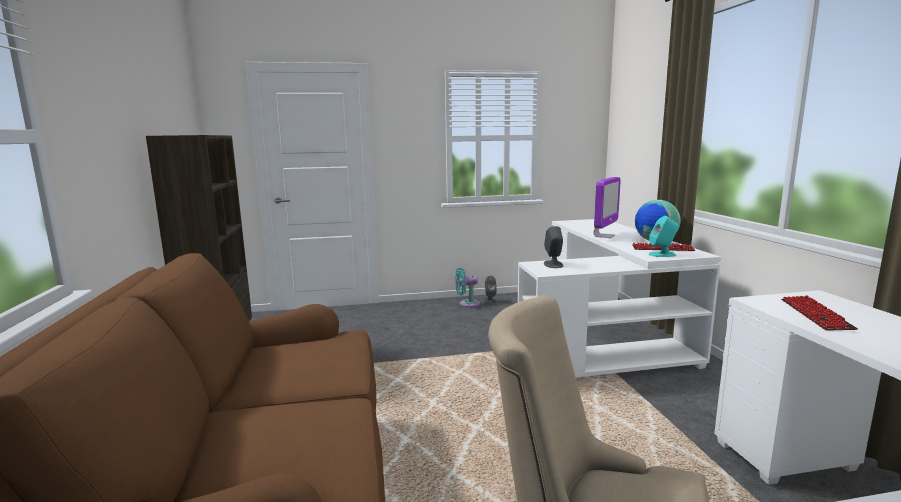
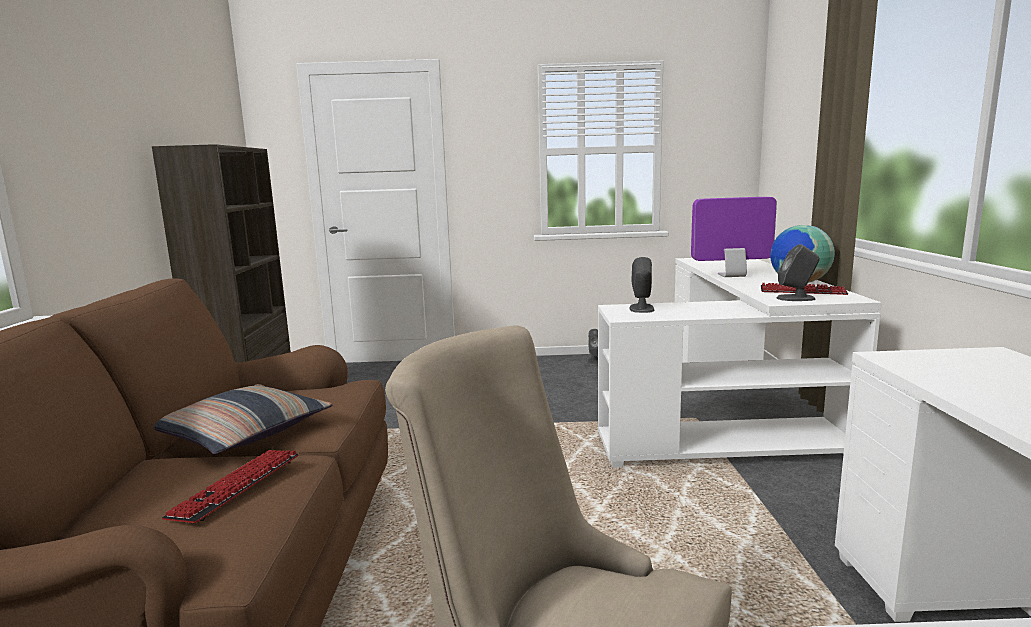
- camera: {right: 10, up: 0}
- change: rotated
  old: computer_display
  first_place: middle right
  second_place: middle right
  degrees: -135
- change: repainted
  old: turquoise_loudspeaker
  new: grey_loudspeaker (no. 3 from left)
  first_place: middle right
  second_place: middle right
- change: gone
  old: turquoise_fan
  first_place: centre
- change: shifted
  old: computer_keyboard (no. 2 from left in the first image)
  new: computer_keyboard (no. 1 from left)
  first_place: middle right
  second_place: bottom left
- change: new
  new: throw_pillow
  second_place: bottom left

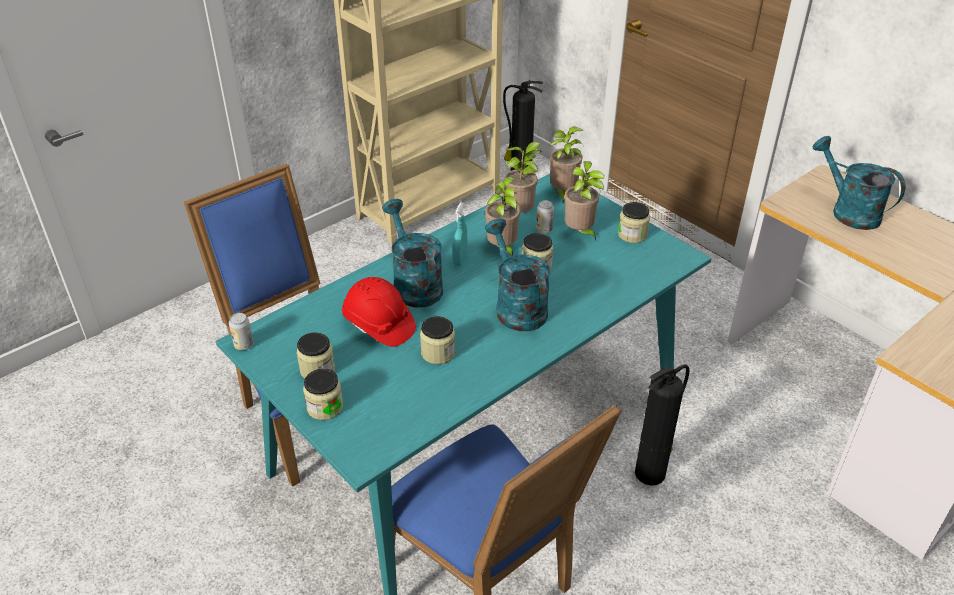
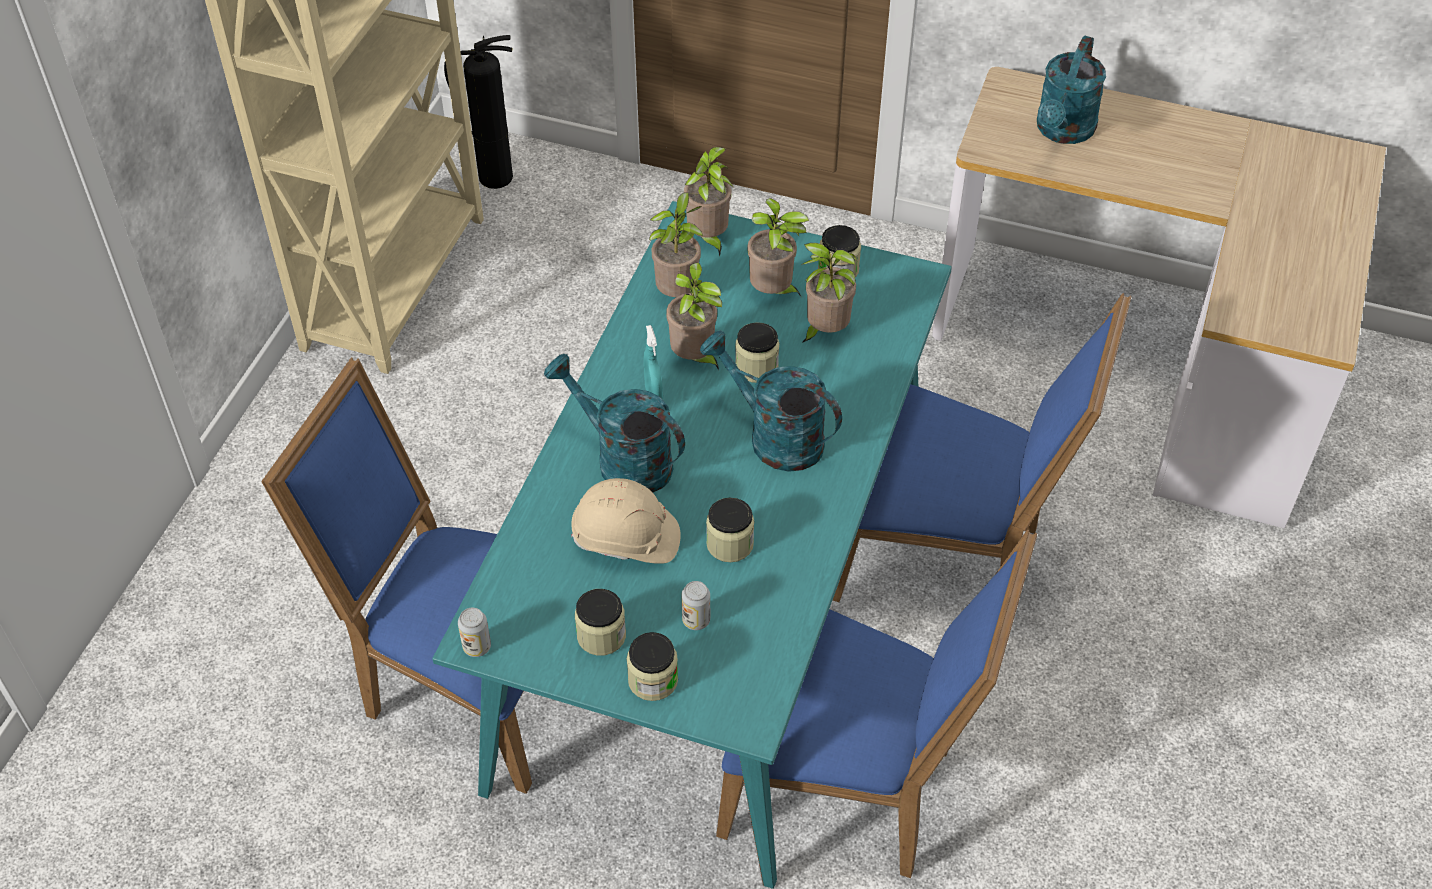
- camera: {right: -30, up: 10}
- change: rotated
  old: turquoise_sprinkling_can (no. 3 from left)
  first_place: top right
  second_place: top right
  degrees: -90
- change: shifted
  old: metal_can (no. 2 from left)
  first_place: centre
  second_place: bottom centre
- change: repainted
  old: red-coloured_work_helmet
  new: beige_work_helmet
  first_place: centre
  second_place: centre
- change: swapped
  old: fire_extinguisher (no. 2 from left)
  new: blue_plain_chair (no. 3 from left)
  first_place: bottom right
  second_place: middle right
- change: new
  new: plant_in_a_pot (no. 5 from left)
  second_place: top centre

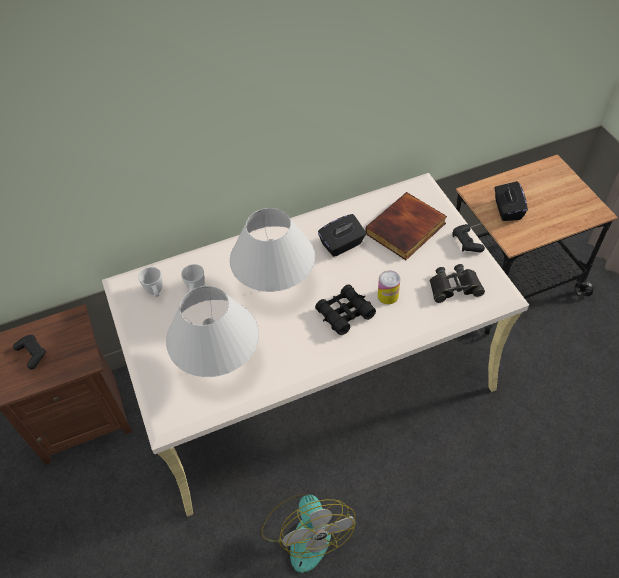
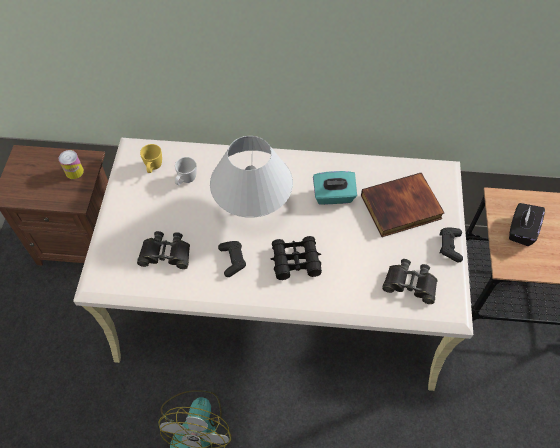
- camera: {right: 25, up: 5}
- change: repainted
  old: blackish_tissue_holder (no. 1 from left)
  new: turquoise_tissue_holder
  first_place: centre
  second_place: centre
- change: repainted
  old: white_tea_mug (no. 1 from left)
  new: yellowish_tea_mug
  first_place: middle left
  second_place: middle left
- change: shifted
  old: metal_can
  first_place: centre
  second_place: middle left
- change: swapped
  old: white_lamp_for_a_table (no. 1 from left)
  new: blackish_pair_of_binoculars (no. 1 from left)
  first_place: centre
  second_place: middle left
- change: shifted
  old: blackish_joypad (no. 1 from left)
  first_place: middle left
  second_place: centre

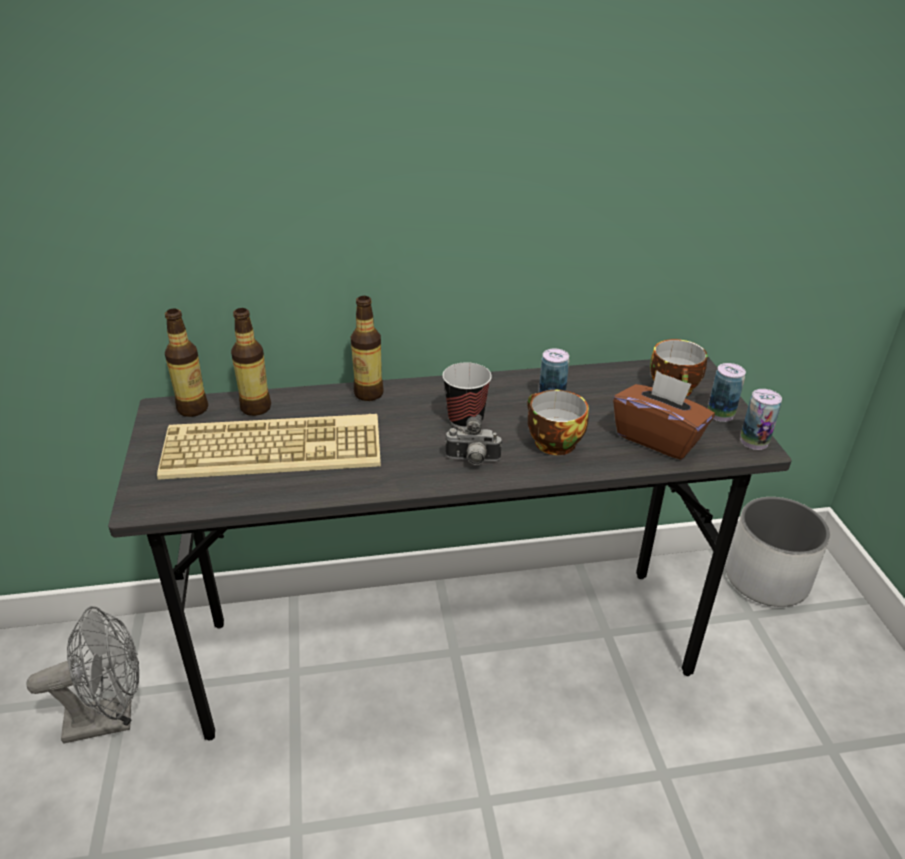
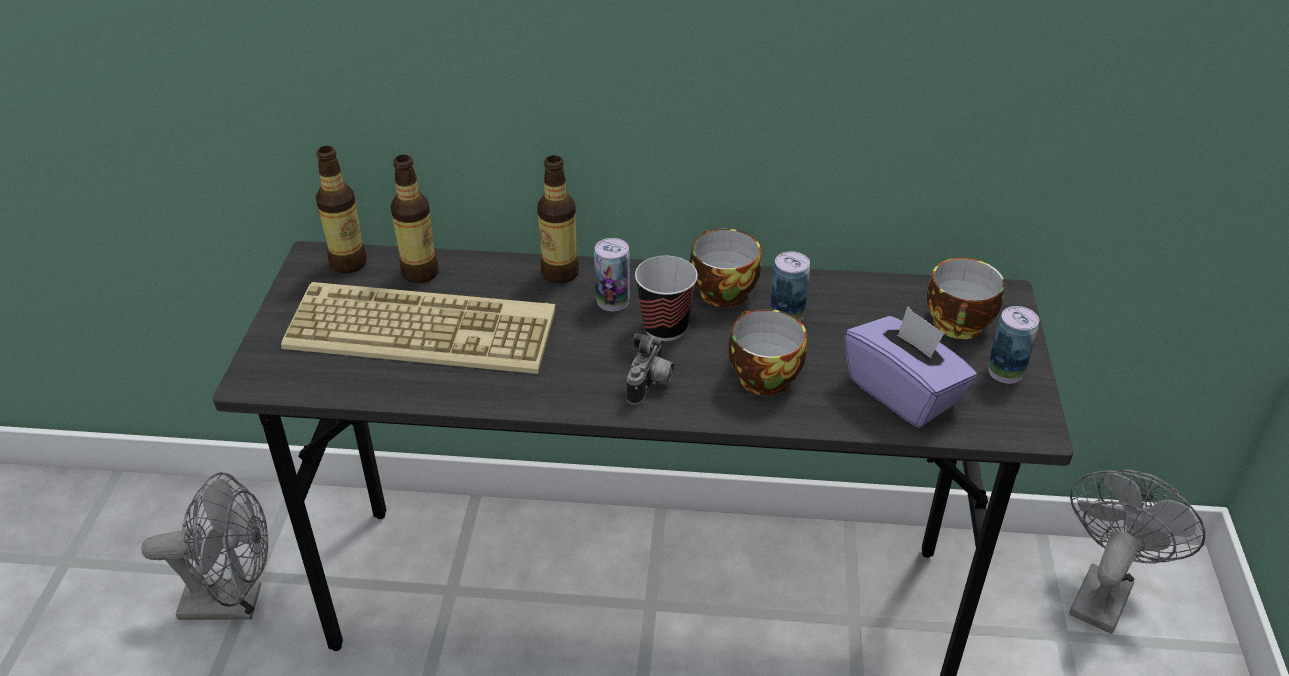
- camera: {right: 15, up: 5}
- change: repainted
  old: brownish_tissue_holder
  new: purple-coloured_tissue_holder
  first_place: middle right
  second_place: middle right
- change: shifted
  old: metal_can (no. 3 from left in the first image)
  new: metal_can (no. 1 from left)
  first_place: middle right
  second_place: centre
- change: rotated
  old: photo_camera
  first_place: centre
  second_place: centre
  degrees: -90
- change: swapped
  old: white_flower_pot
  new: grey_fan (no. 2 from left)
  first_place: middle right
  second_place: bottom right
- change: new
  new: drinking_cup (no. 2 from left)
  second_place: centre

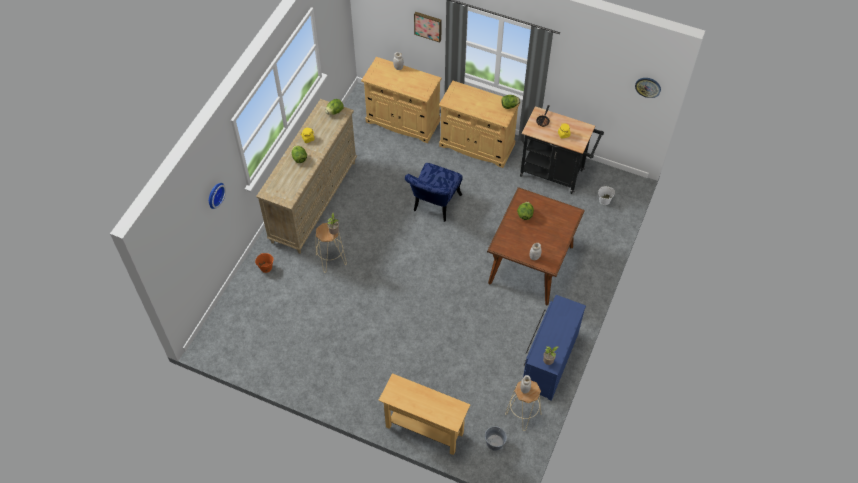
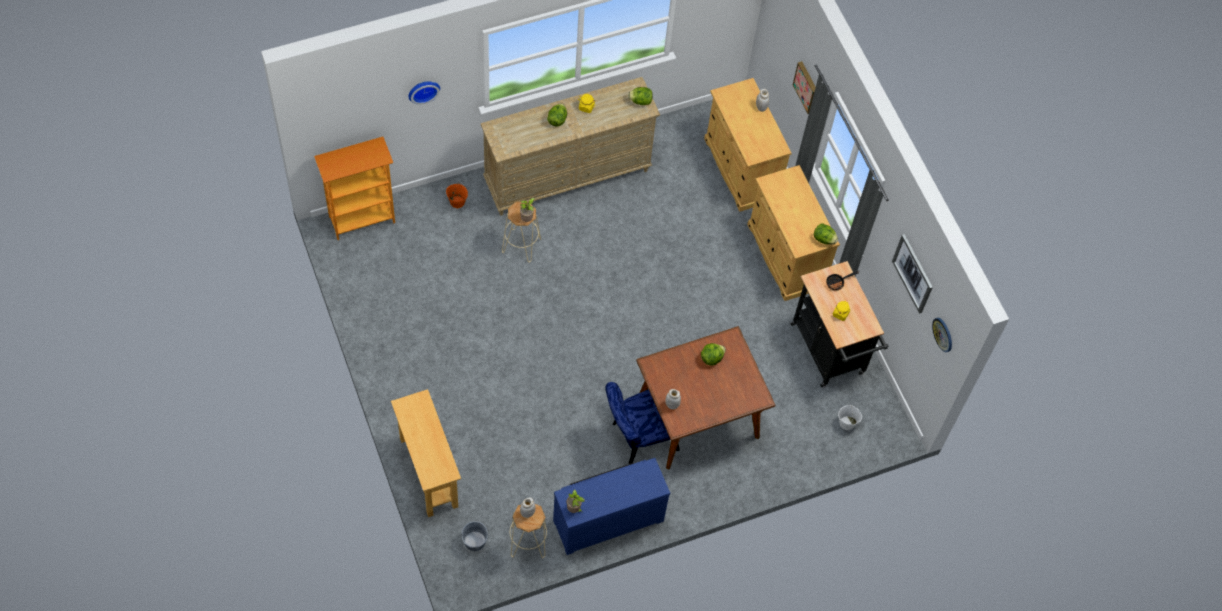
- camera: {right: 40, up: 5}
- change: shifted
  old: blue_plain_chair
  first_place: centre
  second_place: bottom centre
- change: new
  new: shelving_unit
  second_place: top left
- change: new
  new: wall_art (no. 2 from left)
  second_place: middle right

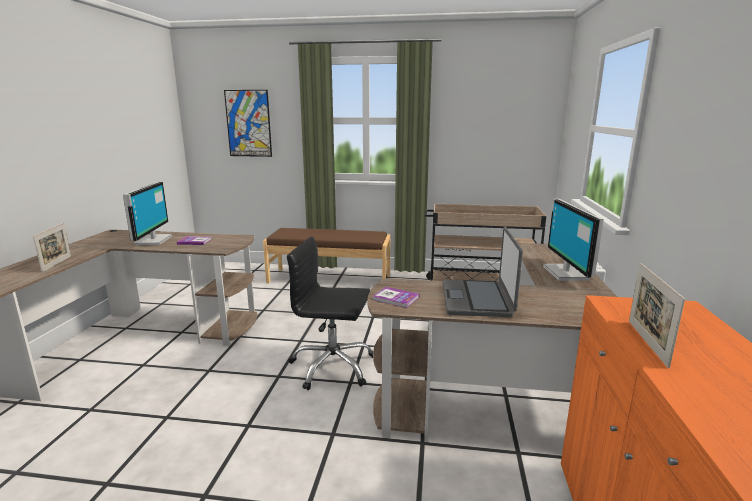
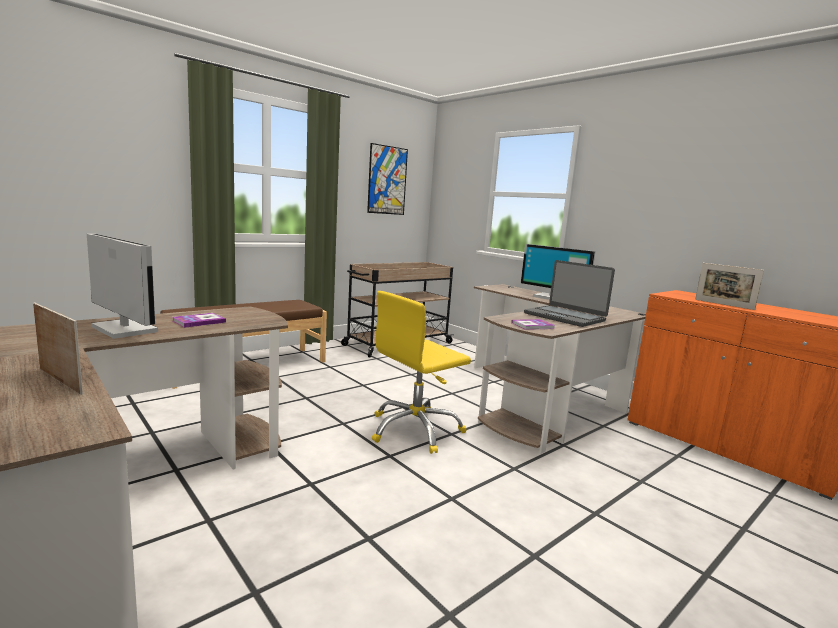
- camera: {right: -50, up: -5}
- change: shifted
  old: wall_art
  first_place: top left
  second_place: top centre
- change: repainted
  old: blackish_desk_chair
  new: yellowish_desk_chair
  first_place: centre
  second_place: centre

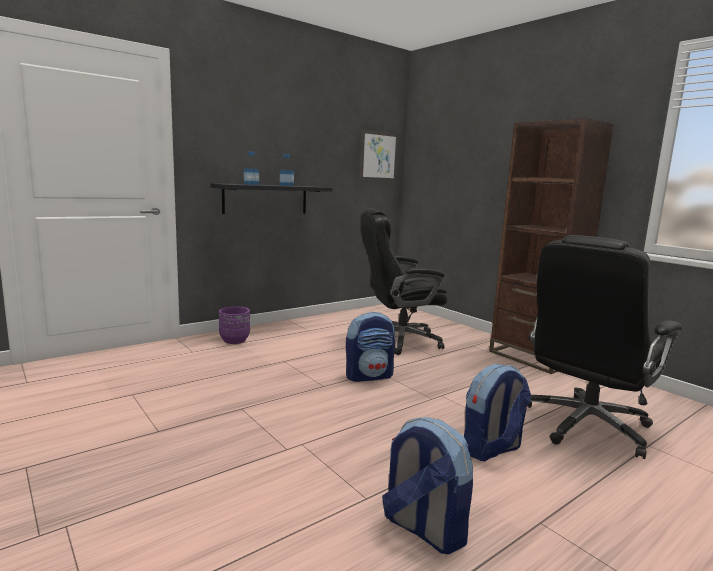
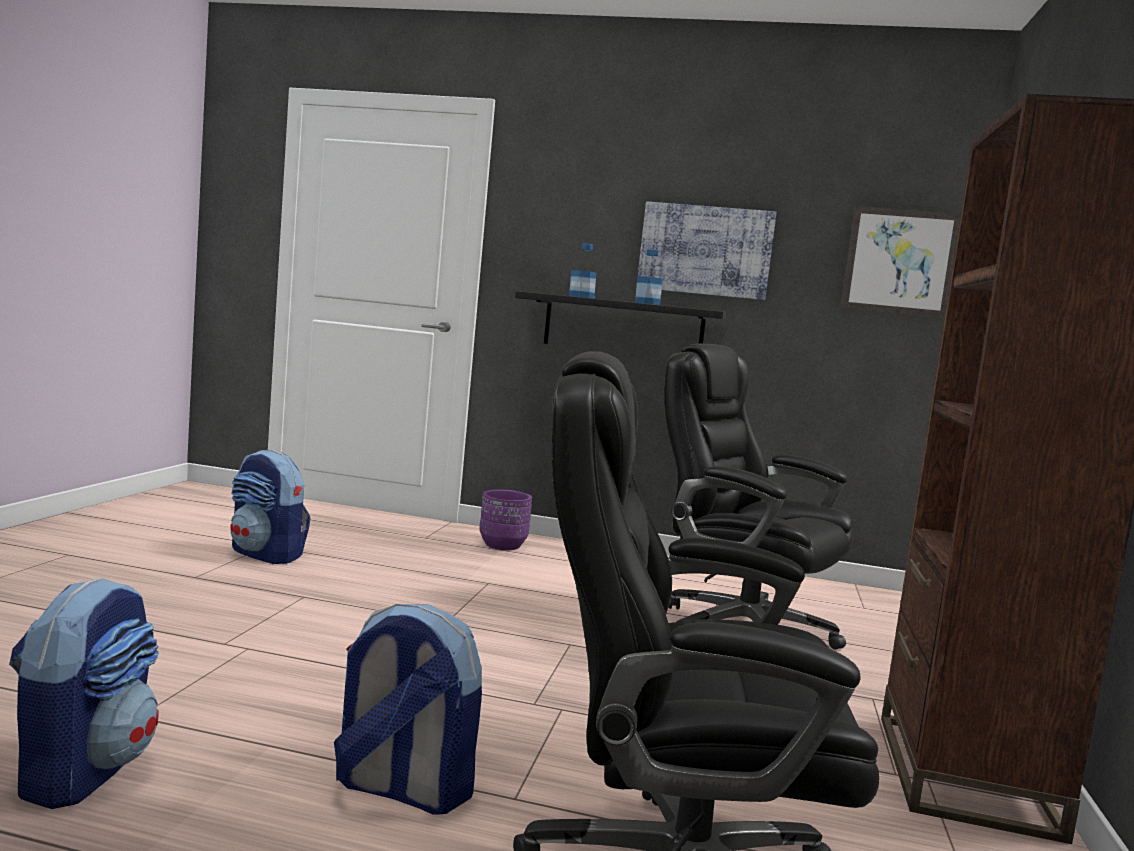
- camera: {right: 50, up: -5}
- change: shifted
  old: backpack (no. 1 from left in the first image)
  new: backpack (no. 2 from left)
  first_place: centre
  second_place: middle left
- change: new
  new: wall_art (no. 1 from left)
  second_place: top centre

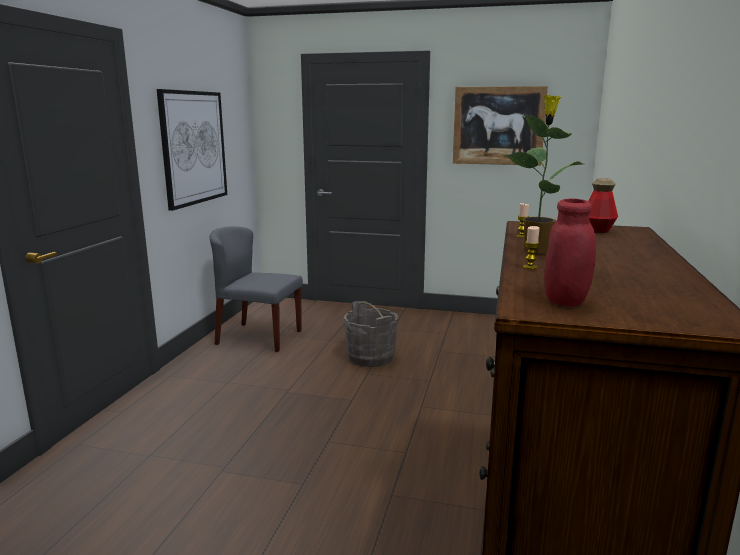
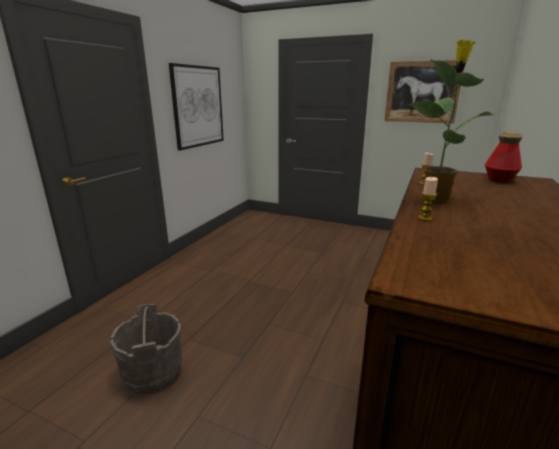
- camera: {right: 10, up: 5}
- change: gone
  old: red-coloured_preserve_jar
  first_place: middle right
- change: gone
  old: grey_plain_chair
  first_place: centre
- change: shifted
  old: grey_pail
  first_place: centre
  second_place: bottom left

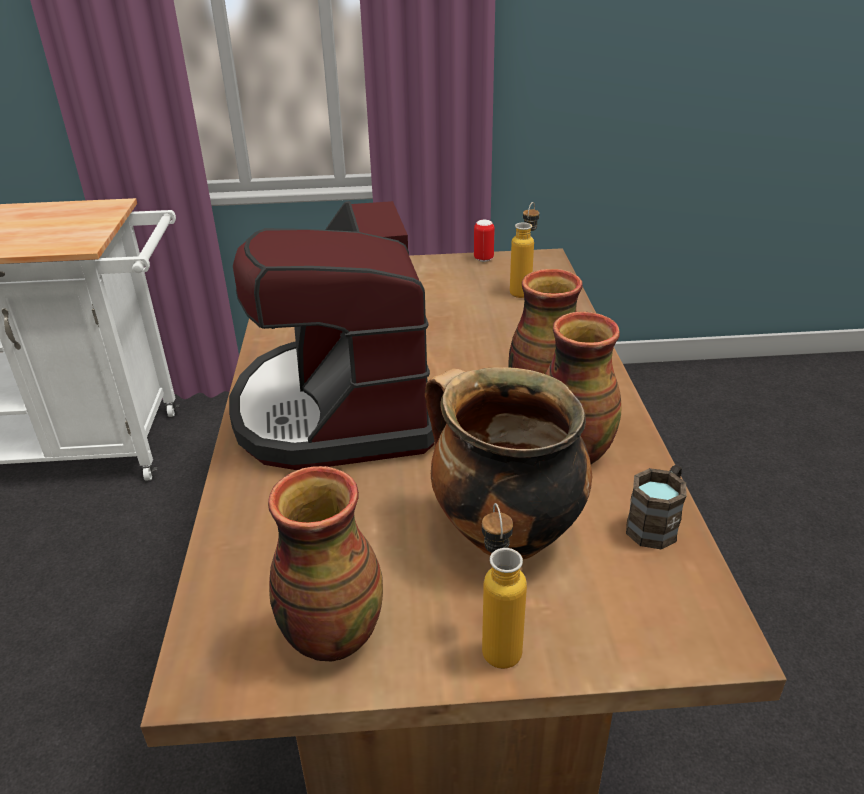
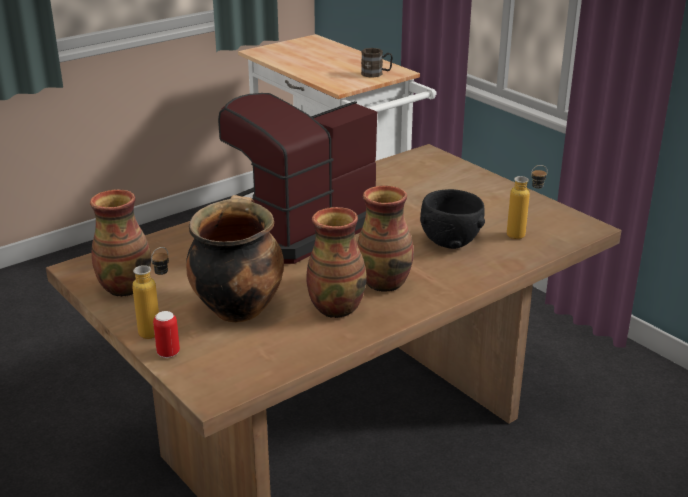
- camera: {right: 55, up: -5}
- change: shifted
  old: metal_can
  first_place: top centre
  second_place: bottom left
- change: shifted
  old: brownish_tea_mug
  first_place: middle right
  second_place: top centre
- change: new
  new: blackish_bowl
  second_place: centre

